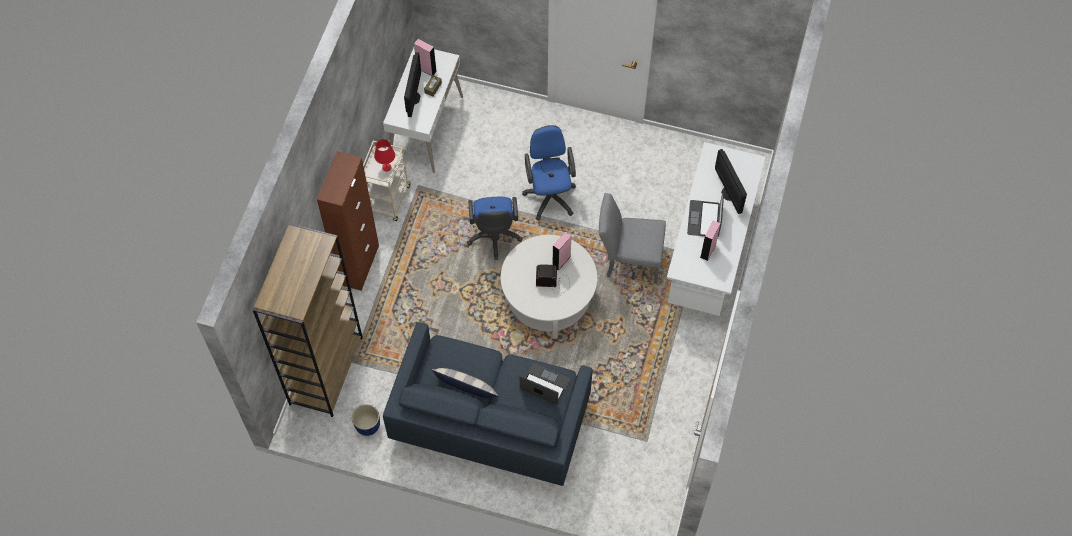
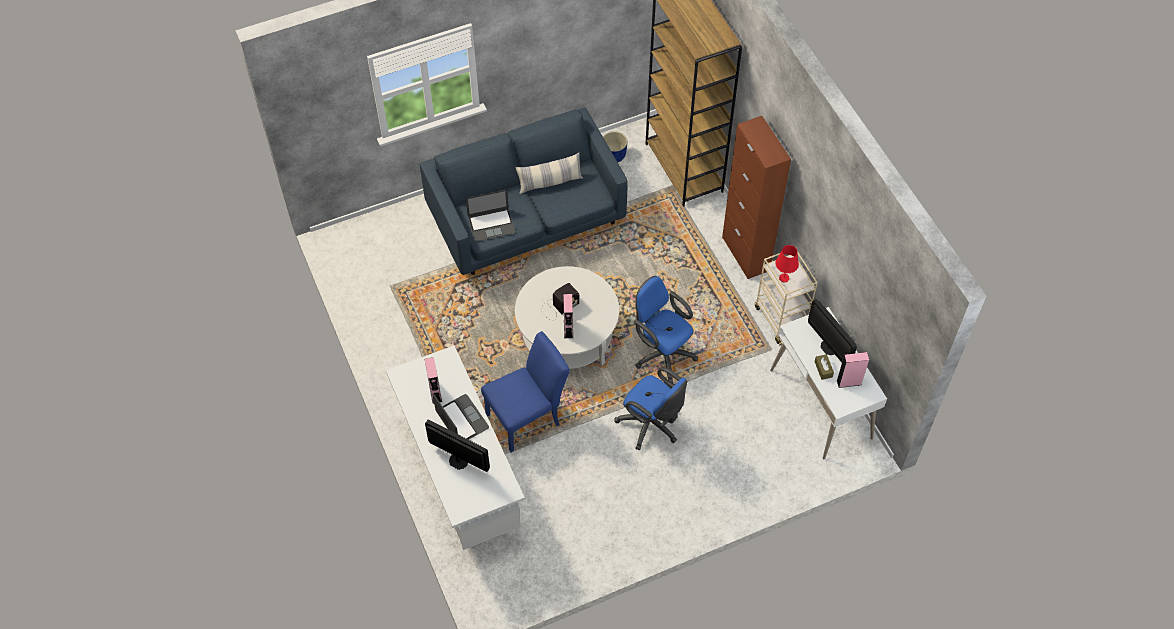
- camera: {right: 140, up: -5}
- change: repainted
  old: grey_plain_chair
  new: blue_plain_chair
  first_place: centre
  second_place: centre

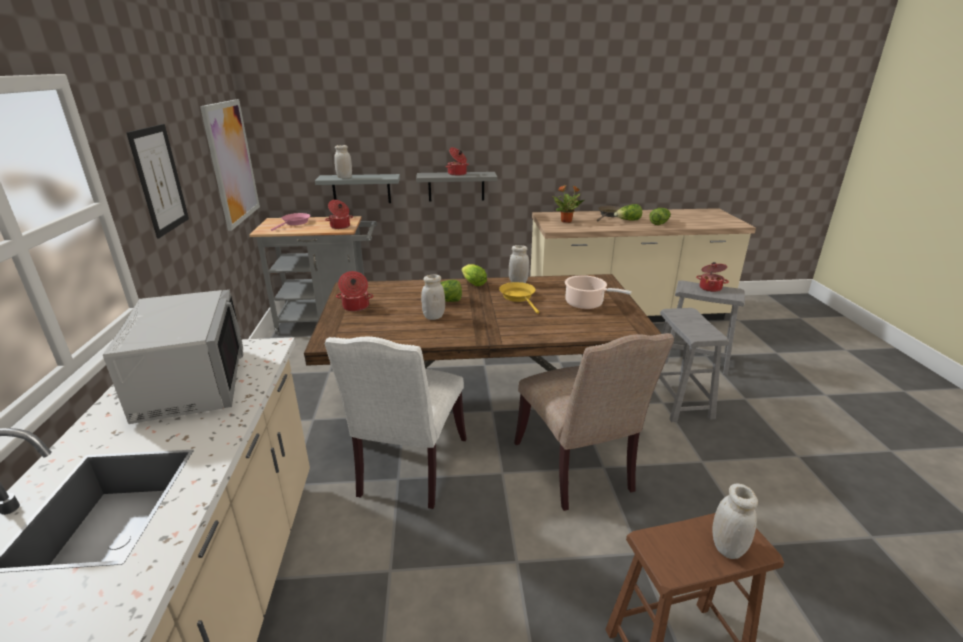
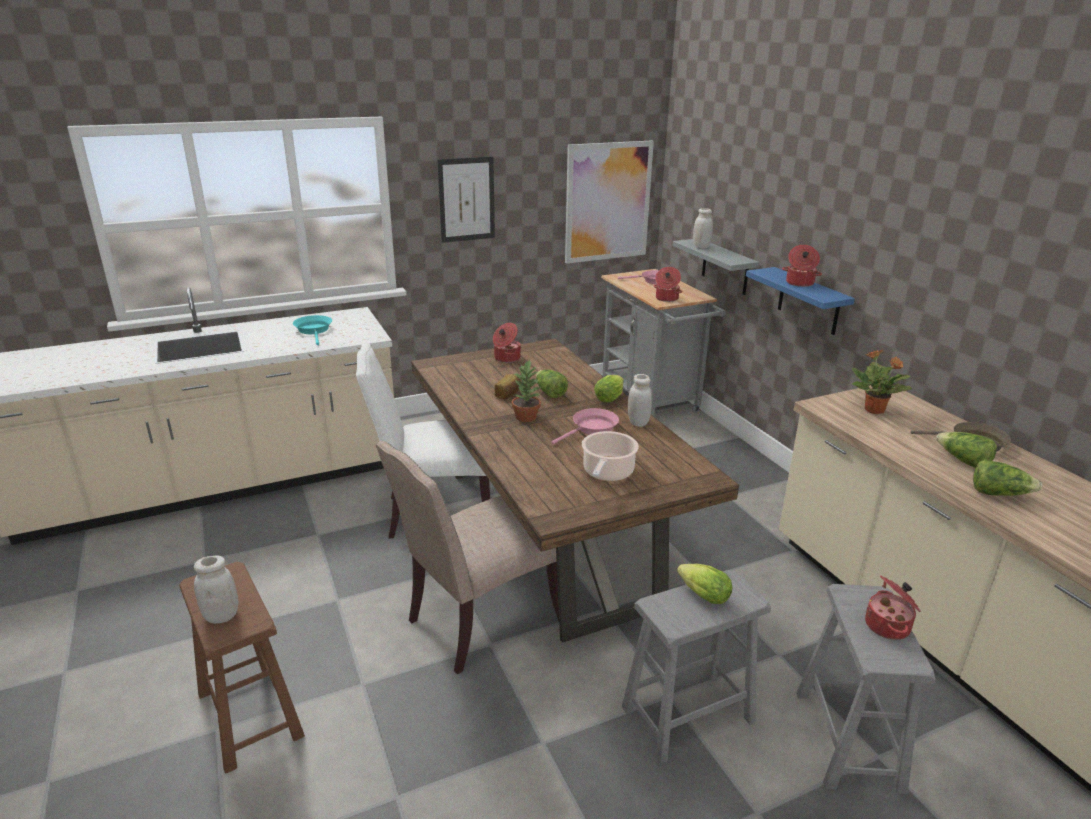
- camera: {right: 70, up: 0}
- change: repainted
  old: grey_shelf (no. 2 from left)
  new: blue_shelf
  first_place: top centre
  second_place: middle right
- change: swapped
  old: white_preserve_jar (no. 2 from left)
  new: bakery_bread
  first_place: centre
  second_place: centre
- change: repainted
  old: yellowish_pan
  new: pink-coloured_pan (no. 1 from left)
  first_place: centre
  second_place: centre
- change: swapped
  old: grey_microwave_oven
  new: turquoise_pan
  first_place: middle left
  second_place: middle left
- change: new
  new: plant_in_a_pot (no. 1 from left)
  second_place: centre
- change: new
  new: head_of_lettuce (no. 3 from left)
  second_place: bottom centre

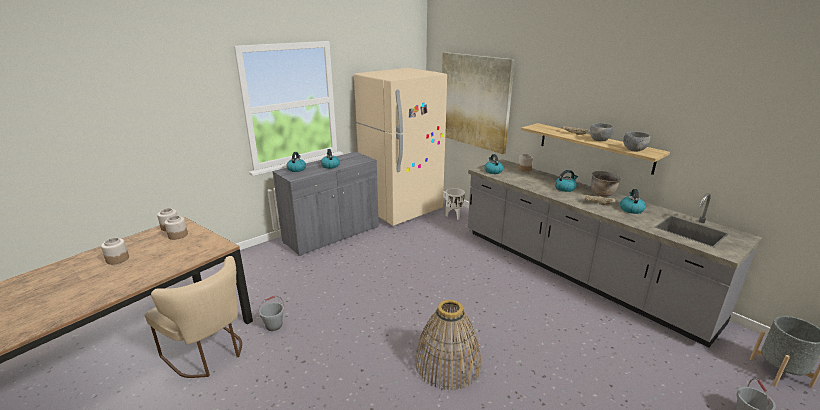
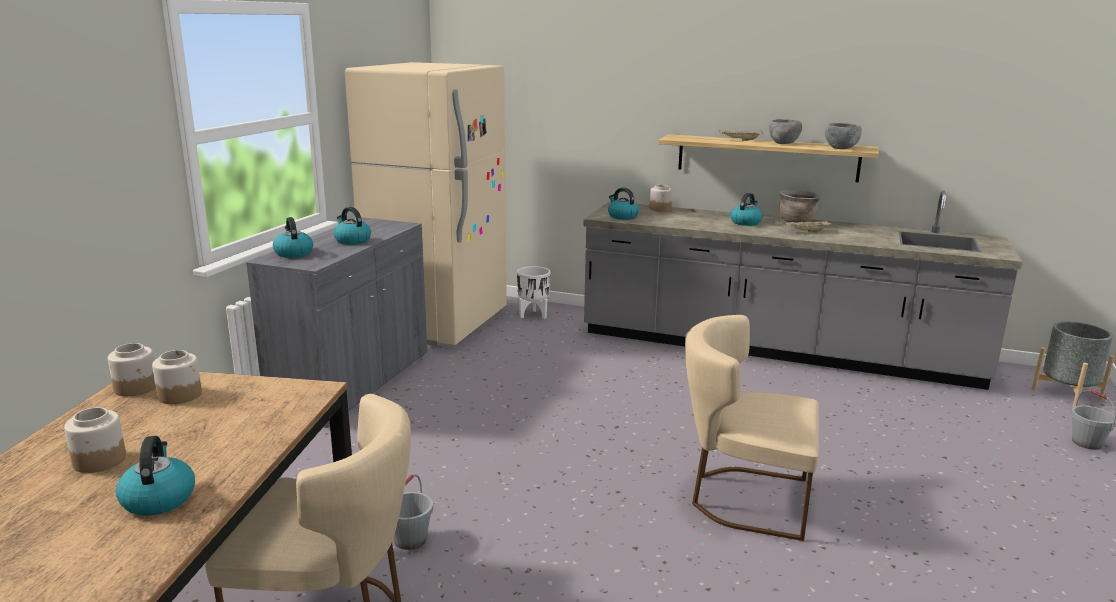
- camera: {right: -30, up: -5}
- change: gone
  old: wall_art
  first_place: top centre
- change: shifted
  old: kettle (no. 5 from left in the first image)
  new: kettle (no. 1 from left)
  first_place: middle right
  second_place: bottom left
- change: swapped
  old: household_basket
  new: beige_plain_chair (no. 2 from left)
  first_place: bottom centre
  second_place: bottom right

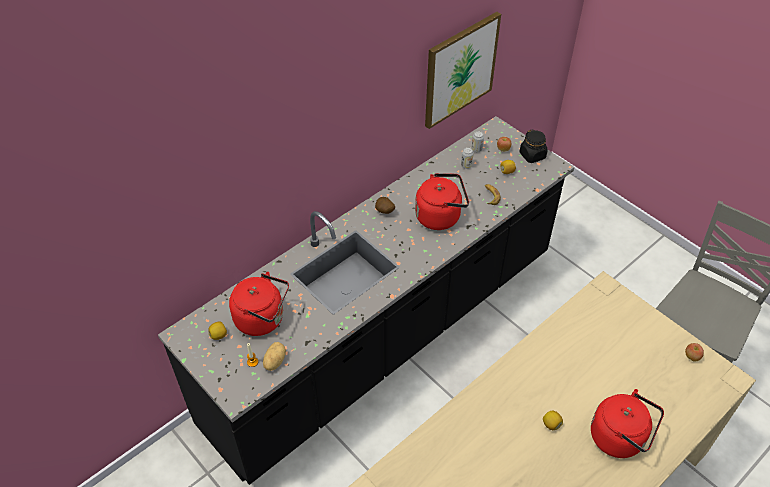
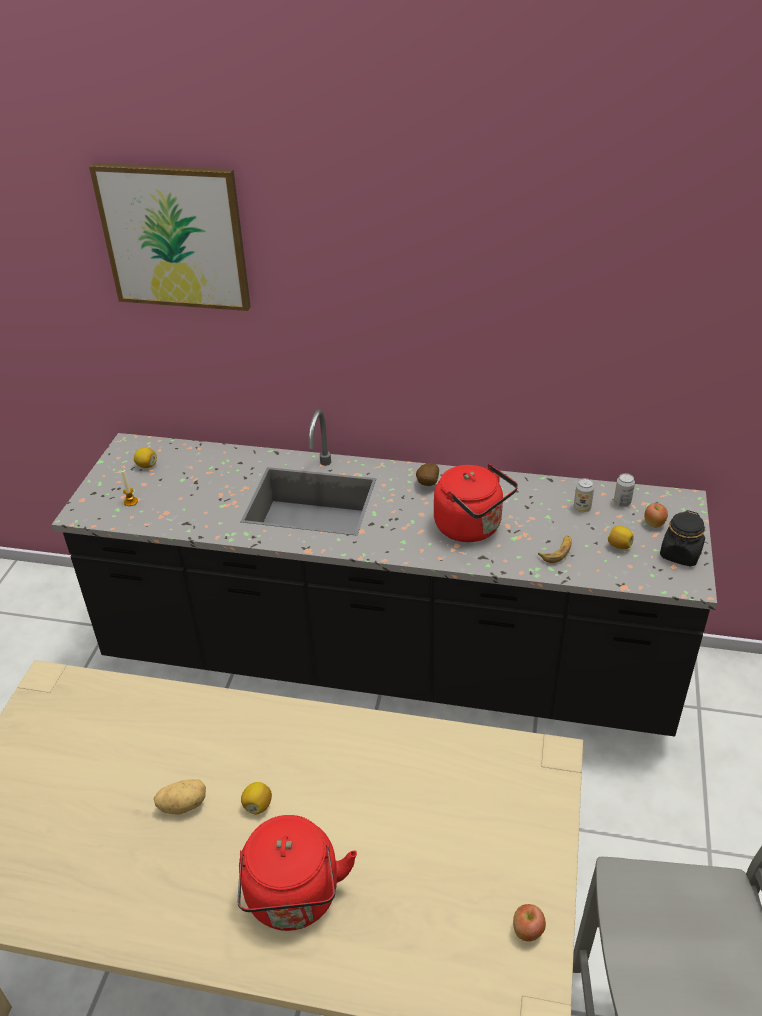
- camera: {right: 55, up: -10}
- change: shifted
  old: wall_art
  first_place: top centre
  second_place: top left
- change: gone
  old: red-coloured_kettle (no. 1 from left)
  first_place: centre
- change: shifted
  old: spud (no. 1 from left)
  first_place: bottom centre
  second_place: bottom left

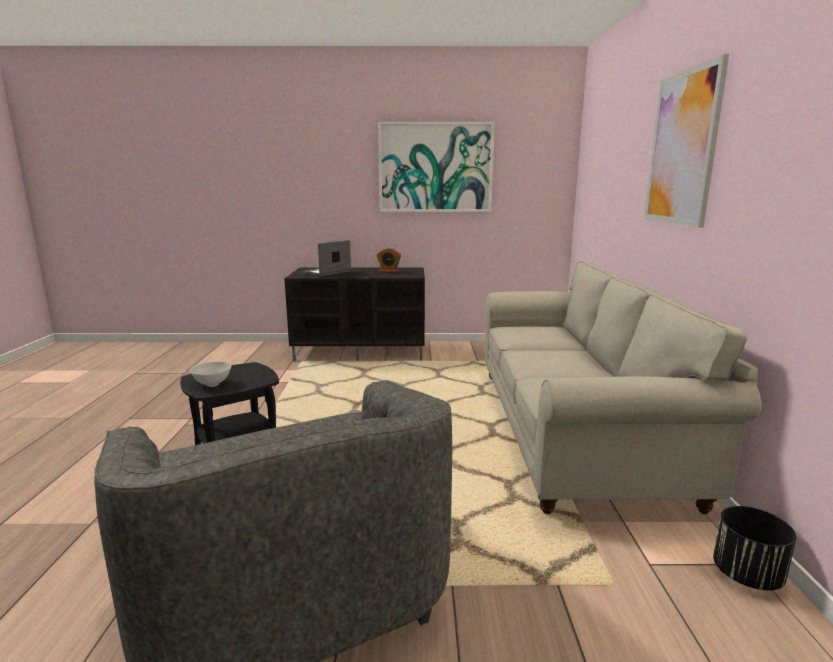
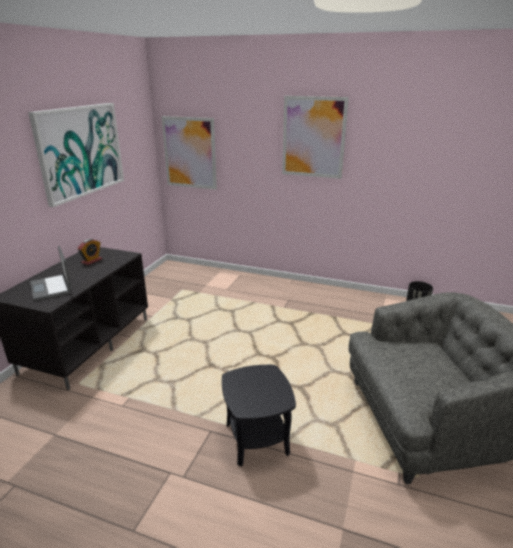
- camera: {right: -70, up: 10}
- change: gone
  old: beige_couch
  first_place: middle right
- change: gone
  old: white_bowl
  first_place: middle left
- change: new
  new: wall_art (no. 2 from left)
  second_place: top centre

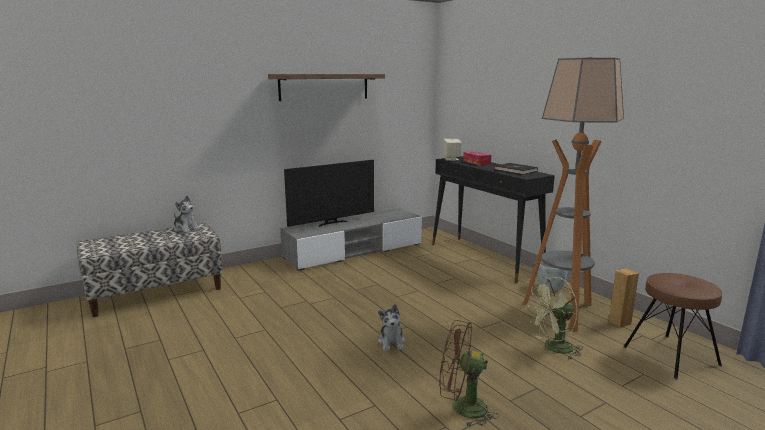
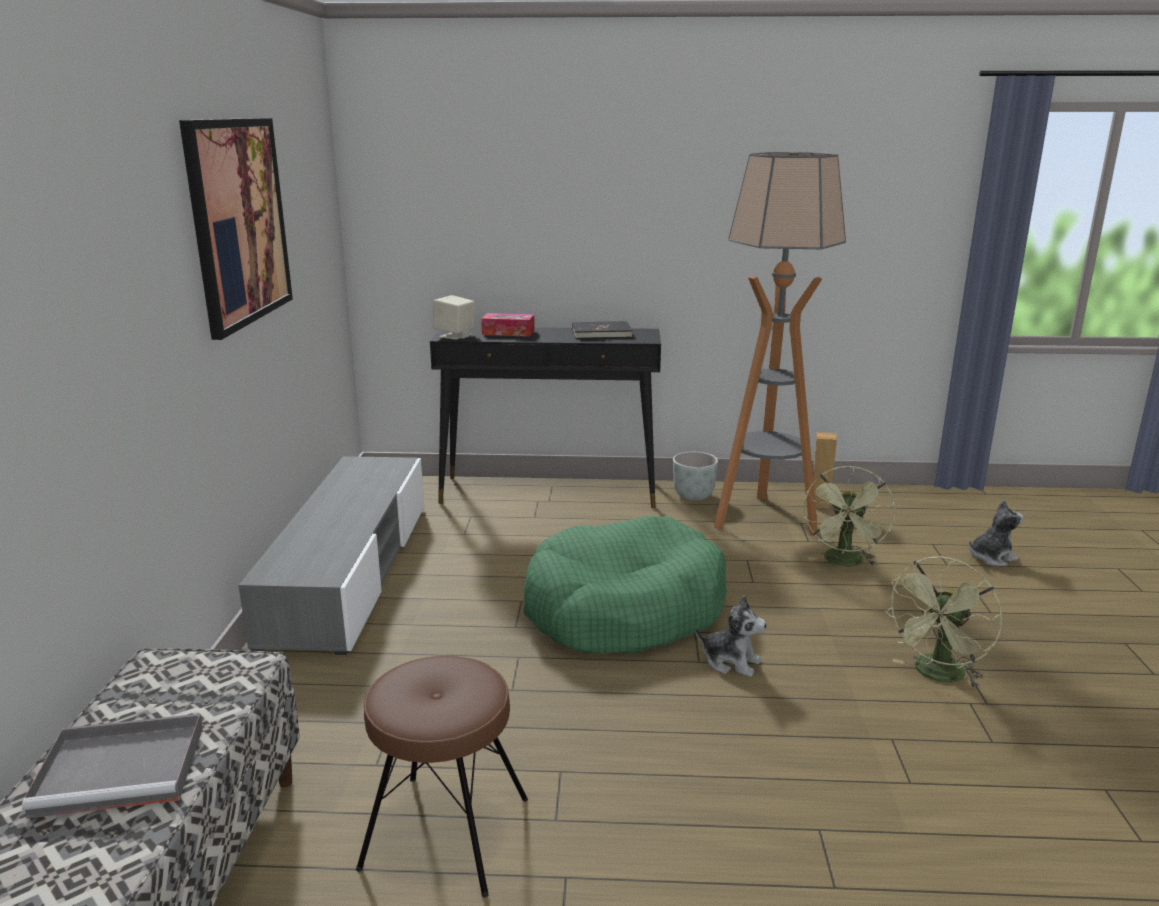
- camera: {right: -55, up: 5}
- change: swapped
  old: shelf
  new: wall_art
  first_place: top centre
  second_place: top left
- change: gone
  old: TV
  first_place: centre
- change: shifted
  old: soft_toy (no. 1 from left in the first image)
  new: soft_toy (no. 2 from left)
  first_place: middle left
  second_place: middle right
- change: shifted
  old: brownish_sitting_stool
  first_place: bottom right
  second_place: bottom centre
- change: repainted
  old: brownish_fan
  new: green_fan (no. 2 from left)
  first_place: bottom centre
  second_place: bottom right
- change: new
  new: green_dog_bed
  second_place: centre
- change: new
  new: grey_carrying_tray
  second_place: bottom left

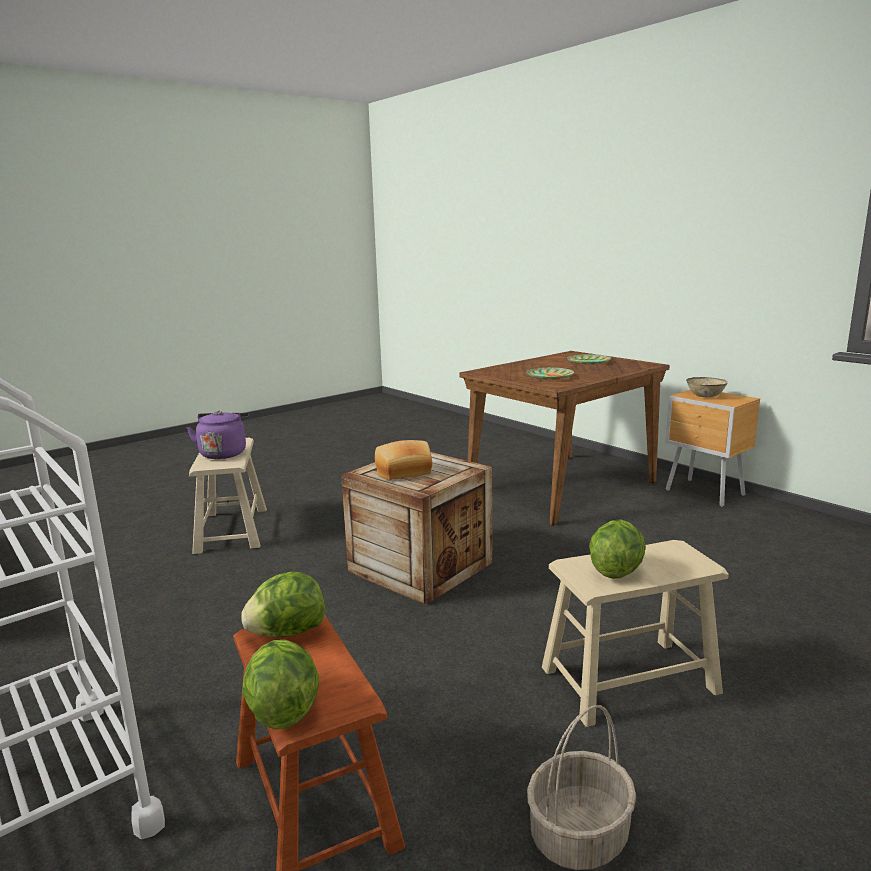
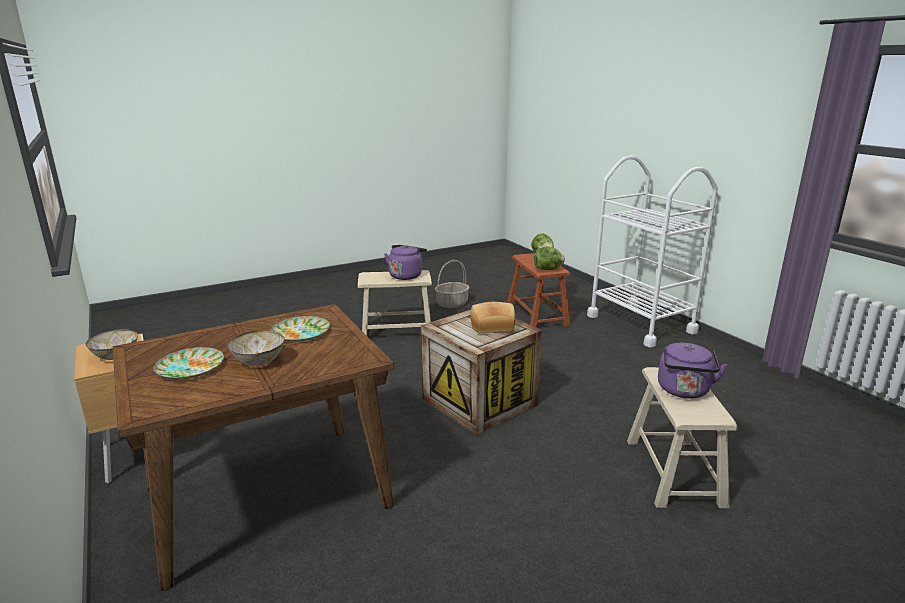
- camera: {right: -170, up: 5}
- change: swapped
  old: head_of_lettuce (no. 3 from left)
  new: purple-coloured_kettle (no. 1 from left)
  first_place: middle right
  second_place: centre
- change: new
  new: bowl (no. 2 from left)
  second_place: middle left

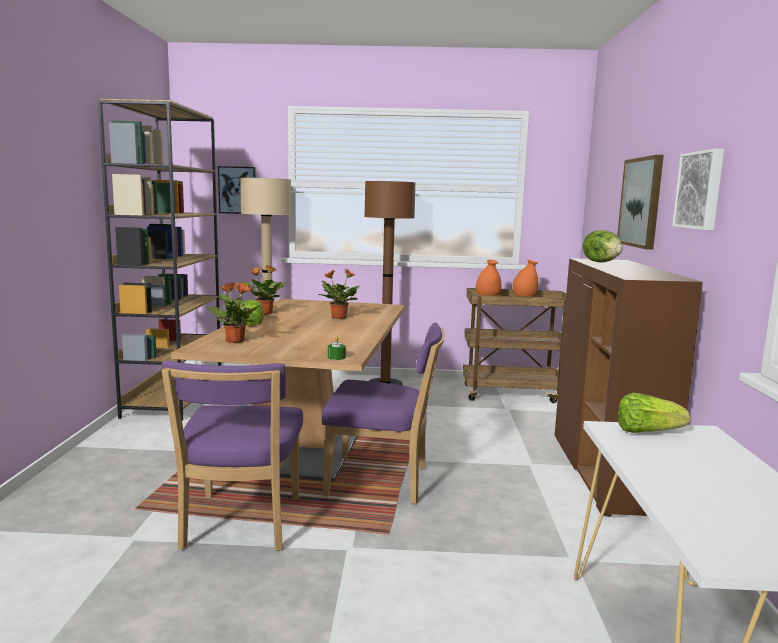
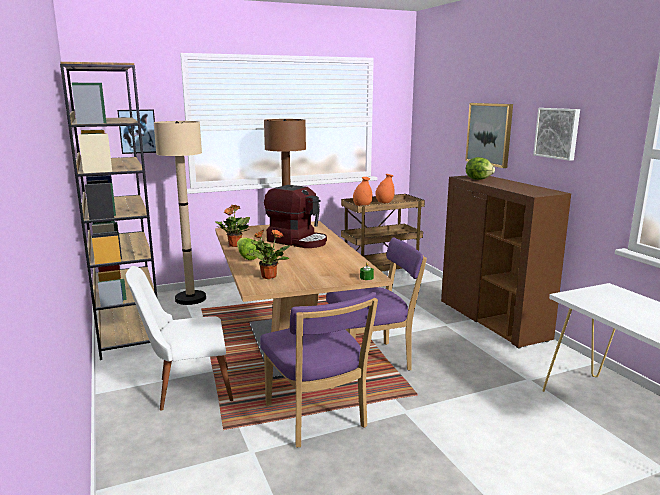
- camera: {right: -25, up: 5}
- change: swapped
  old: plant_in_a_pot (no. 3 from left)
  new: coffee_maker
  first_place: centre
  second_place: centre
- change: gone
  old: head_of_lettuce (no. 3 from left)
  first_place: middle right
- change: new
  new: white_plain_chair
  second_place: bottom left

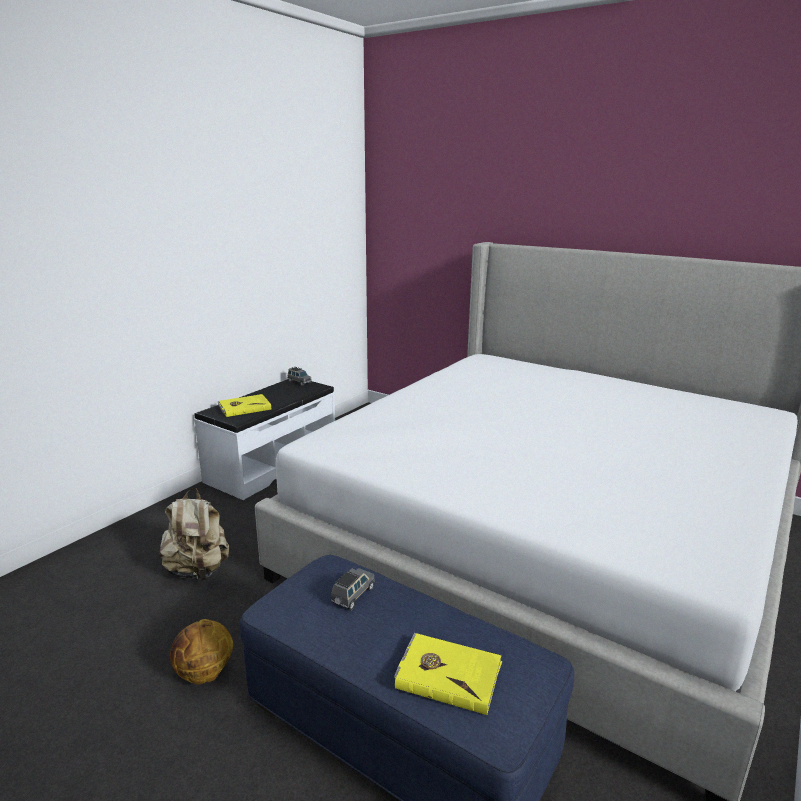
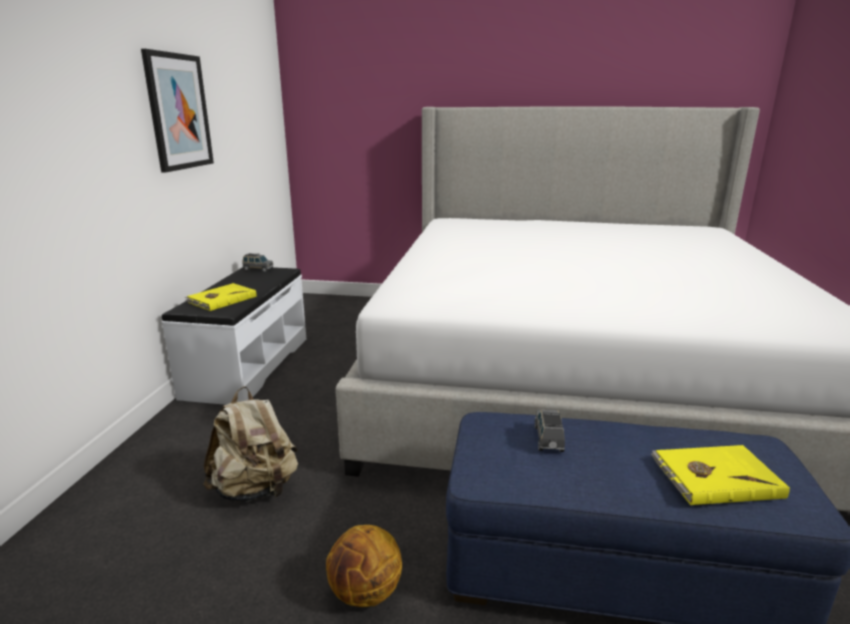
- camera: {right: -25, up: 0}
- change: new
  new: wall_art
  second_place: top left

